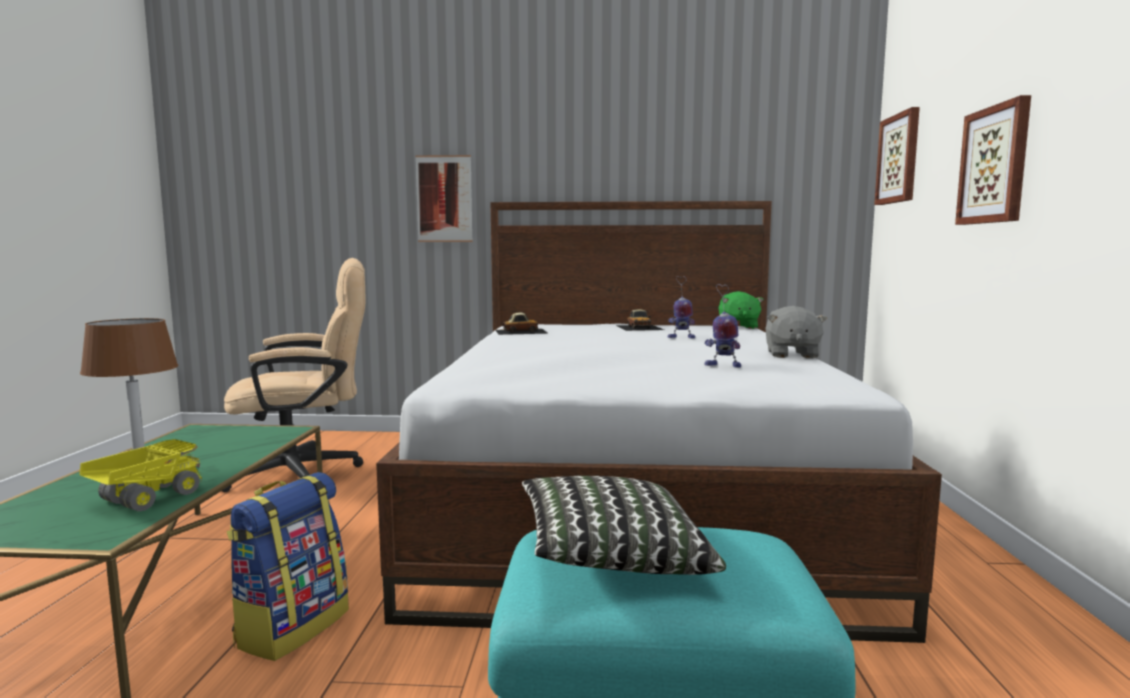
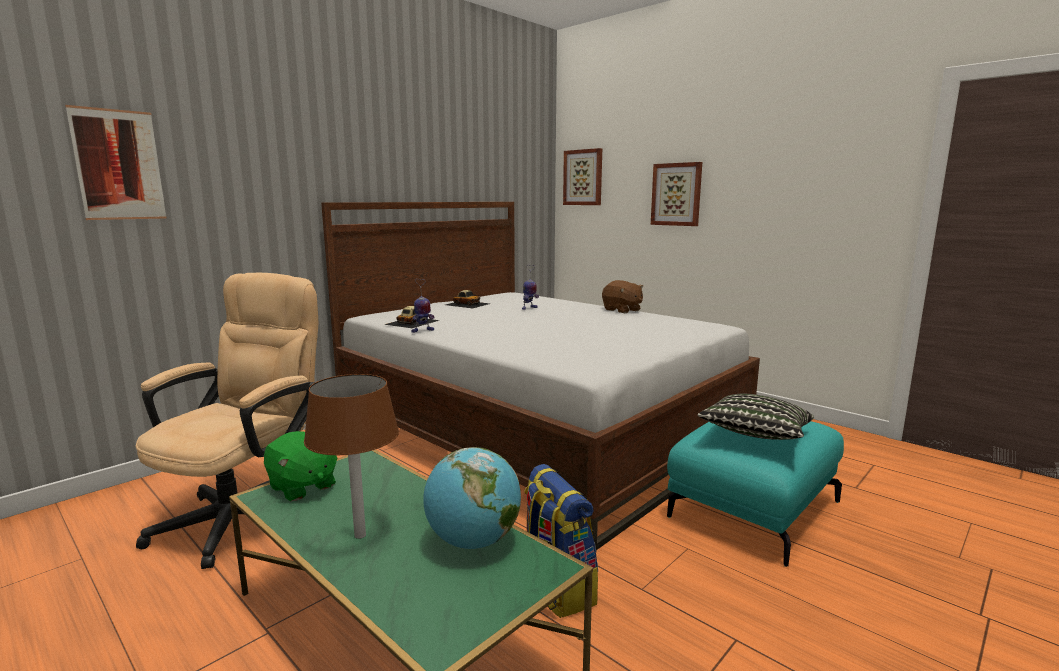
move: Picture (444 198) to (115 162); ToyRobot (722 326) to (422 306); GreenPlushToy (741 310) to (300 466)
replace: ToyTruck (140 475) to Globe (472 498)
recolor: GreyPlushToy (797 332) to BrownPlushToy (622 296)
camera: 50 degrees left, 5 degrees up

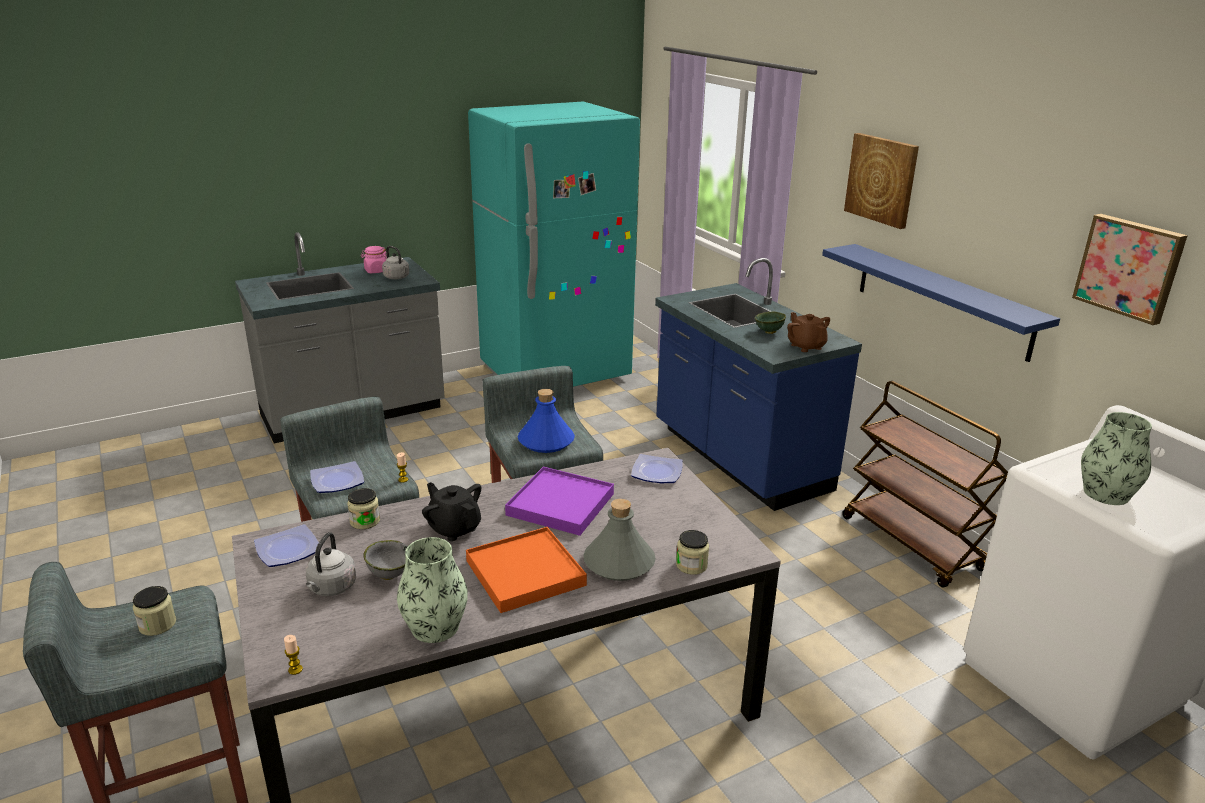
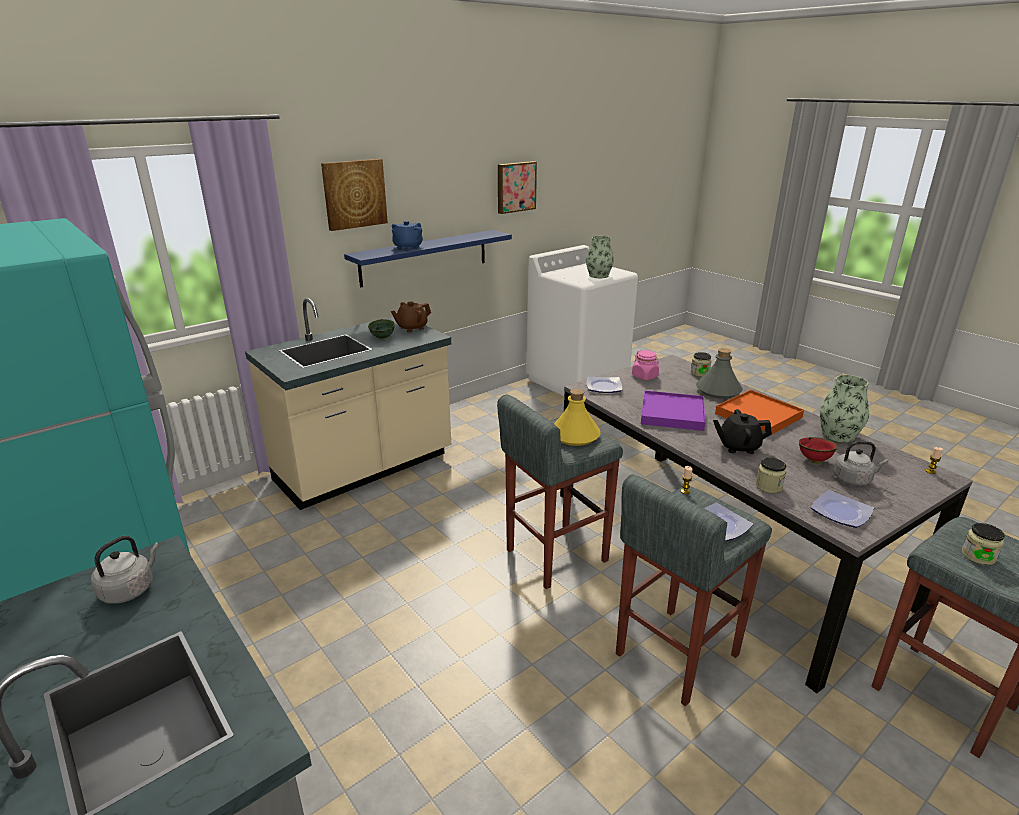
delete: BrownCart (925 484)
insert: BlueTeapot (407 235)
move: PinkJar (374 259) to (645 365)
recolor: GreyBowl (386 560) to RedBowl (818 450); BlueBottle (546 421) to YellowBottle (577 417); BlueCounter (758 384) to BeigeCounter (348 404)
rotate: BlackTeapot (451 511) = (742 431) 60 degrees clockwise
camera: 100 degrees left, 0 degrees up

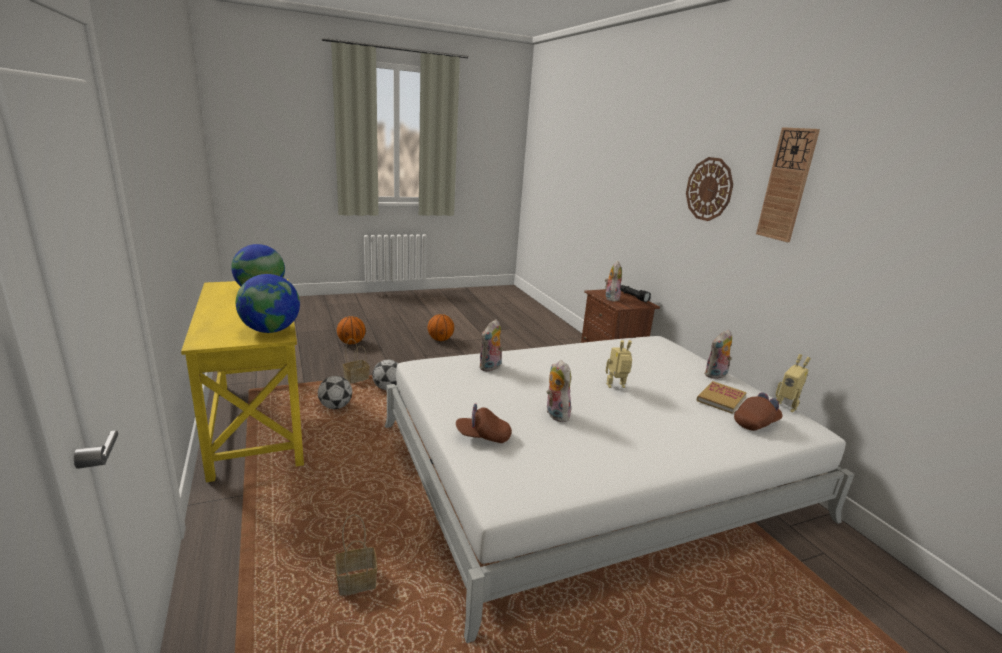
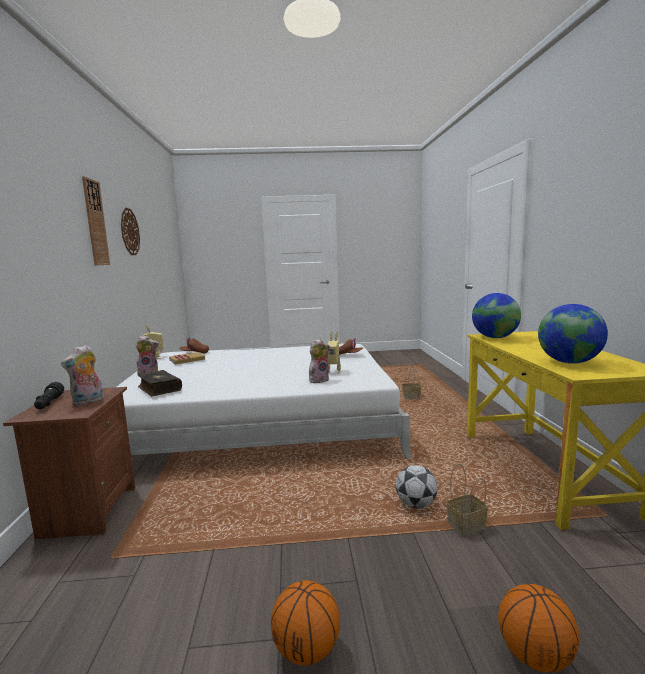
delete: Football (335 392); PlushToy (558 391)
insert: Book (160 383)
move: ToyRobot (619 364) to (334 352); WallClock (709 189) to (130 231)
camera: 160 degrees left, 10 degrees down

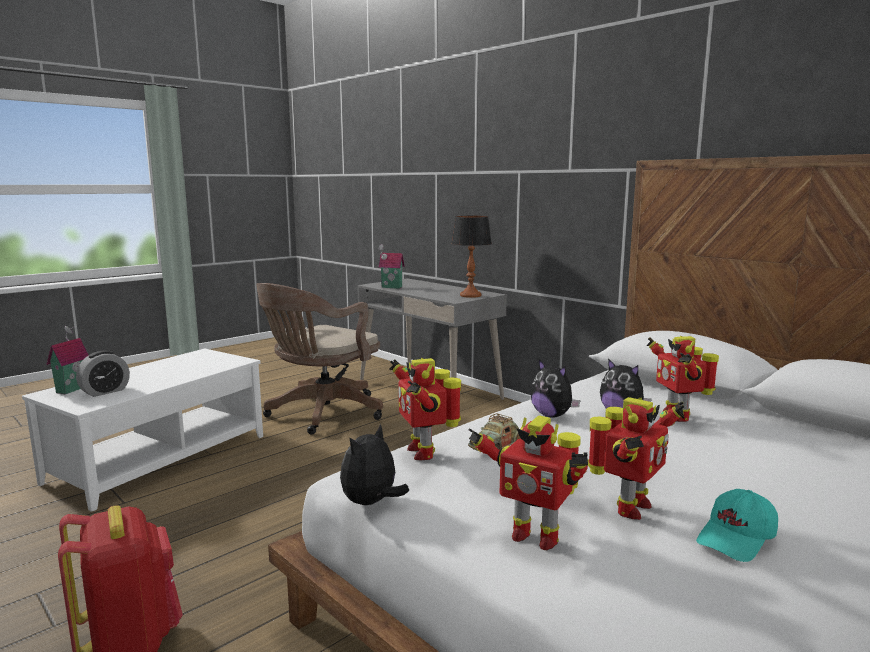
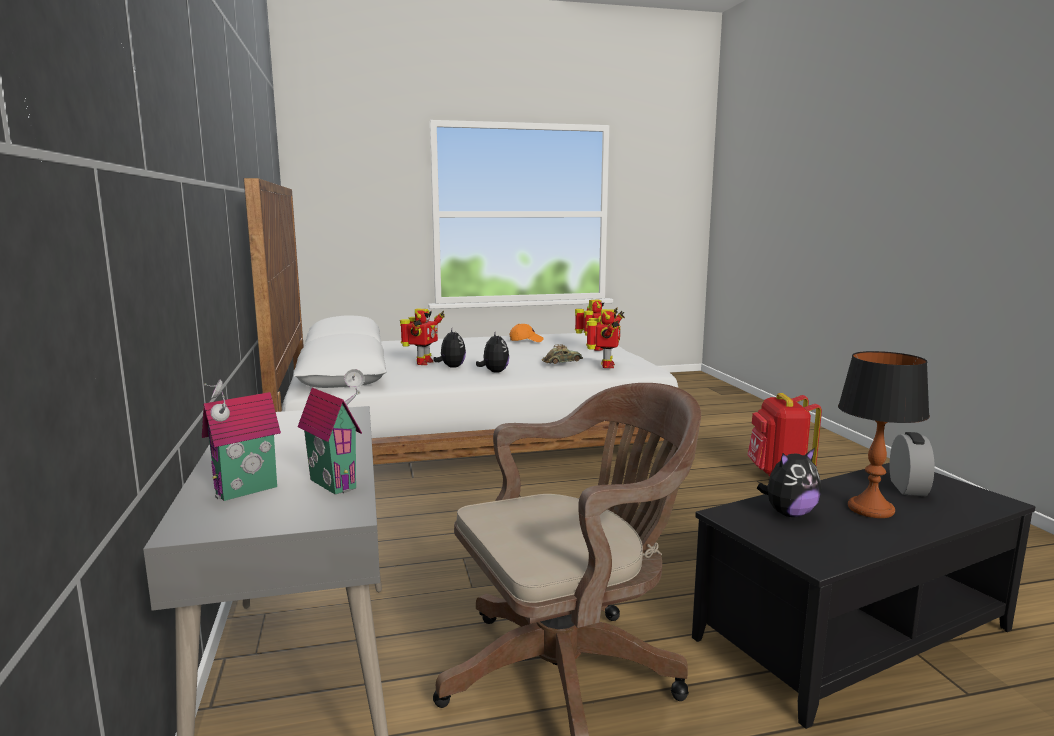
delete: ToyRobot (636 458)
move: ToyHouse (68 360) to (241 440); PlushToy (374 464) to (789 482); TableLamp (471 257) to (884 434)
recolor: WhiteCoffeeTable (142 430) to BlackCoffeeTable (863 596); TurquoiseCap (737 525) to OrangeCap (527 333)
rotate: AlarmClock (103 374) = (912 464) 120 degrees clockwise
camera: 150 degrees left, 0 degrees up

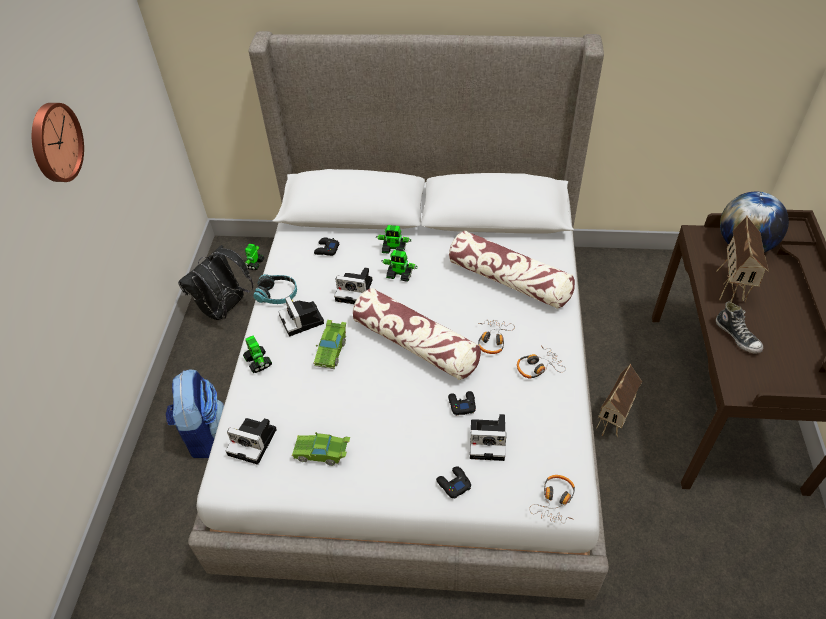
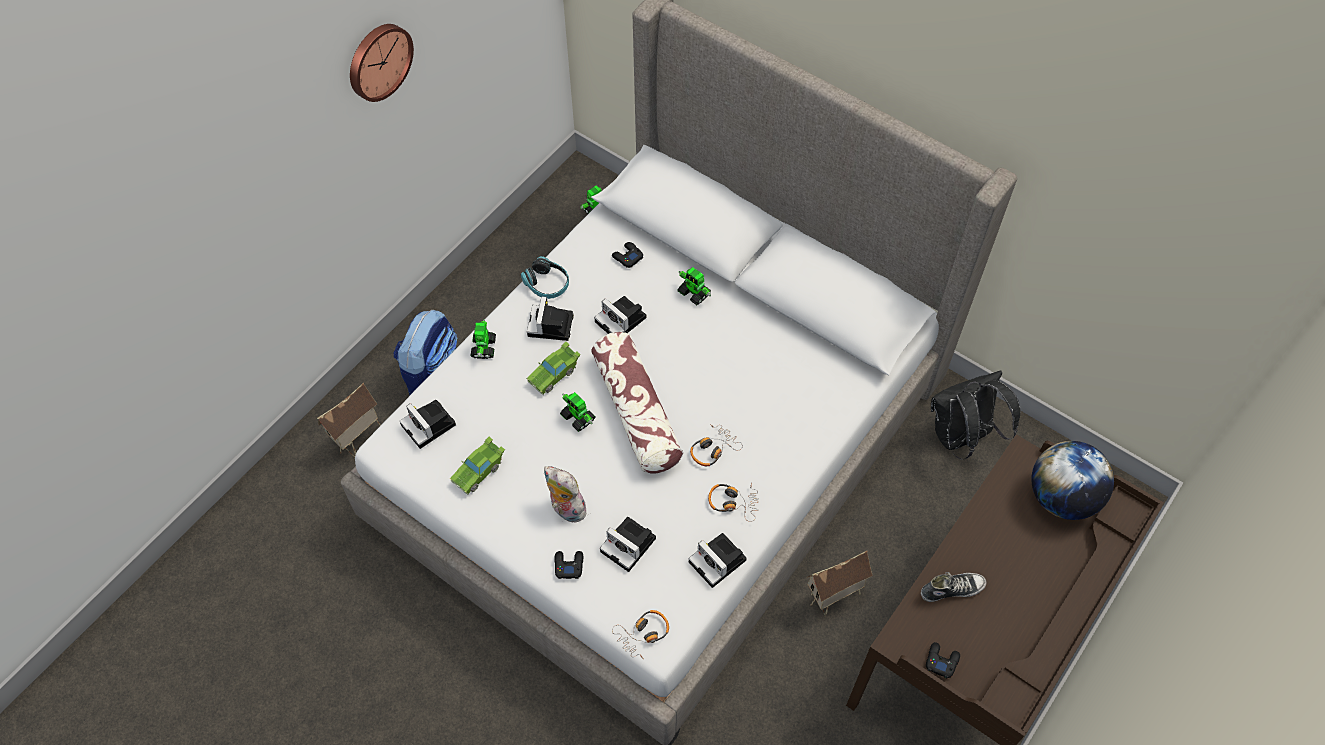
delete: Pillow (512 270)
insert: PlushToy (565 494); PhotoCamera (718 560)
move: BlackBackpack (215 282) to (975 414); ToyRobot (399 266) to (577 412); BlackGameController (462 403) to (943 660); ToyHouse (742 259) to (349 420)
rotate: GreenToyCar (321 449) = (477 466) 90 degrees counterclockwise; Shoe (739 327) = (954 587) 105 degrees counterclockwise
camera: 30 degrees right, 10 degrees up

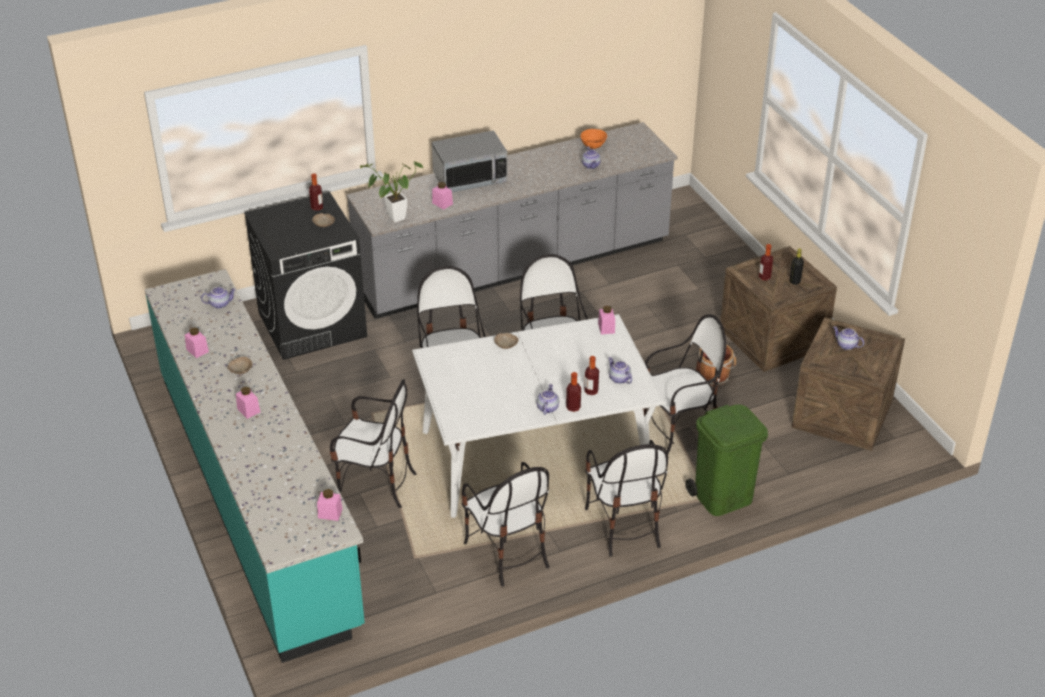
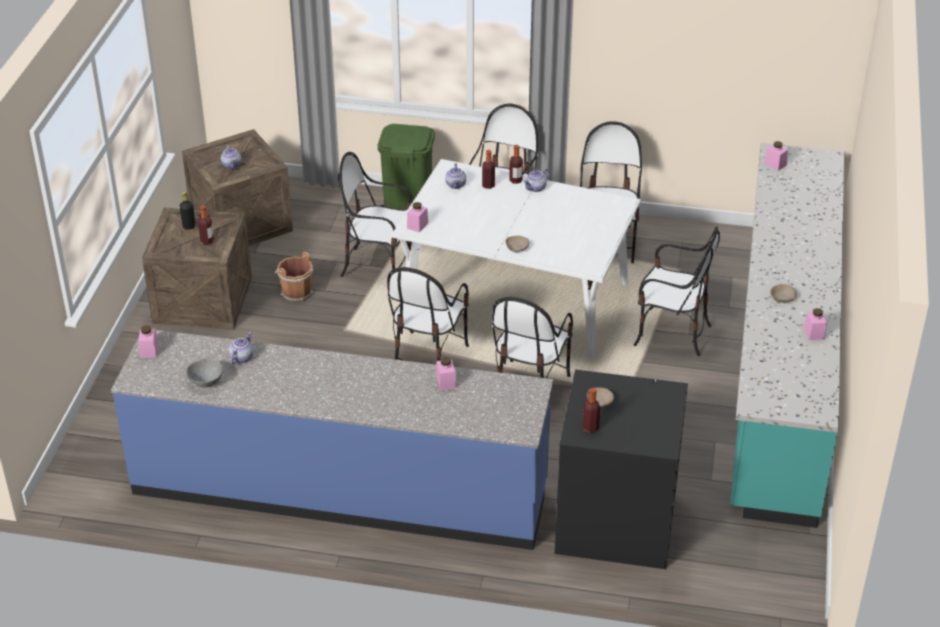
delete: Teapot (218 298); PottedPlant (392 192); Microwave (470 161)
move: PinkJar (248 403) to (148 341)
recolor: GreyCounter (512 220) to BlueCounter (332 440); OrangeBowl (593 139) to GreyBowl (204 373)
rotate: Chair (373 443) = (677 291) 150 degrees clockwise
camera: 145 degrees left, 0 degrees up

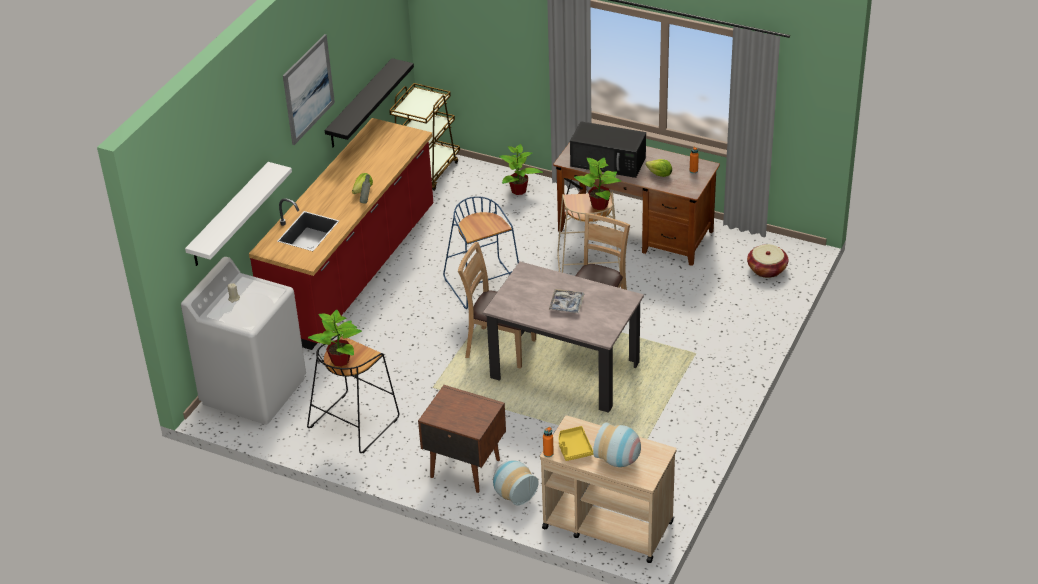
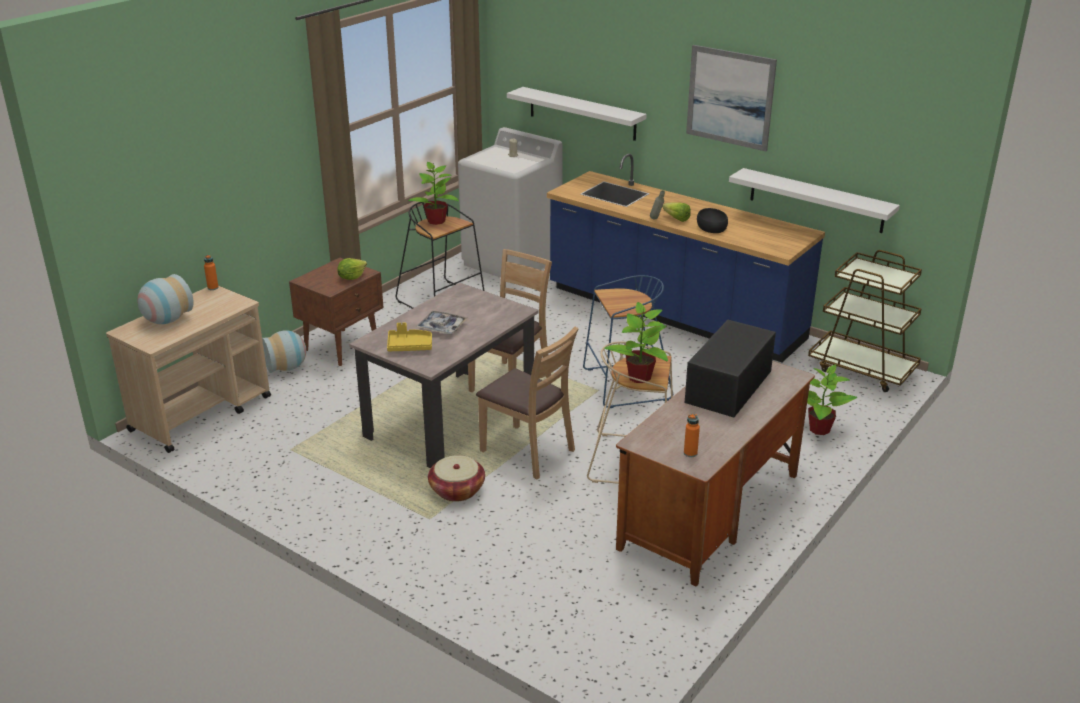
insert: BlackBowl (712 220)
move: YellowTray (576 443) to (409 337); Lettuce (659 168) to (352 269); Basket (767 261) to (456 478)
recolor: RedCounter (341 234) to BlueCounter (686 258); BlackShelf (369 102) to WhiteShelf (814 200)
camera: 100 degrees right, 10 degrees down

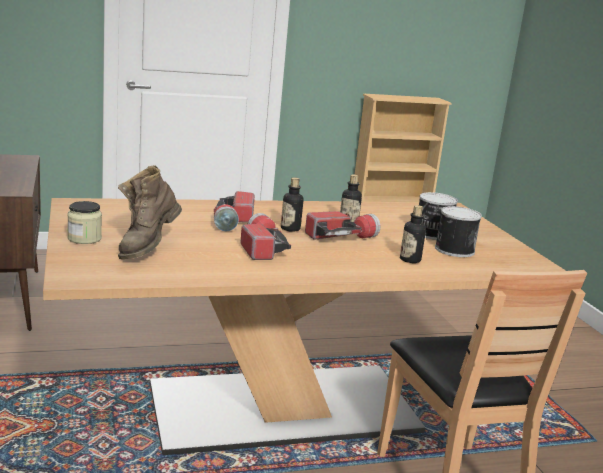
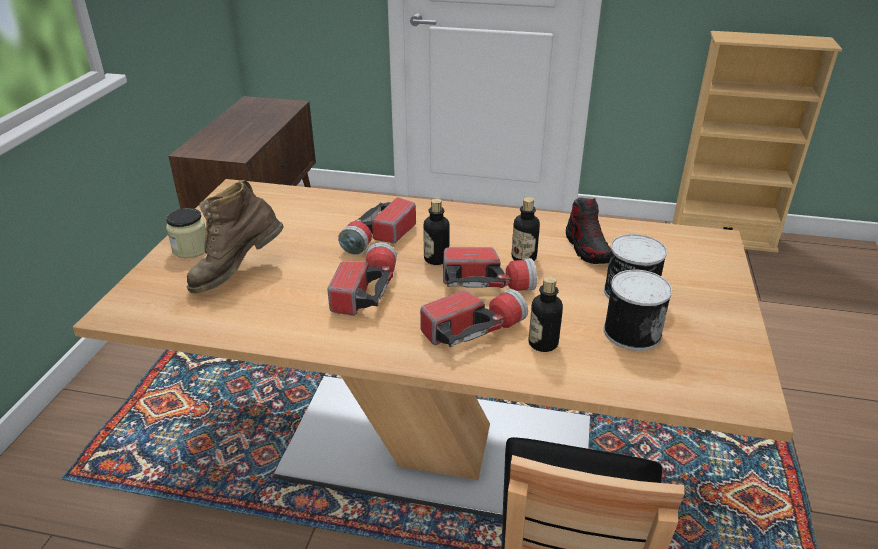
insert: Flashlight (474 318); Shoe (588 230)
camera: 30 degrees right, 15 degrees up

